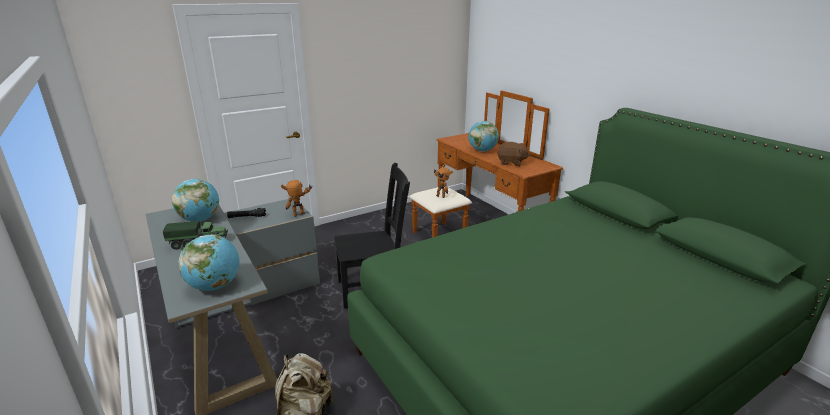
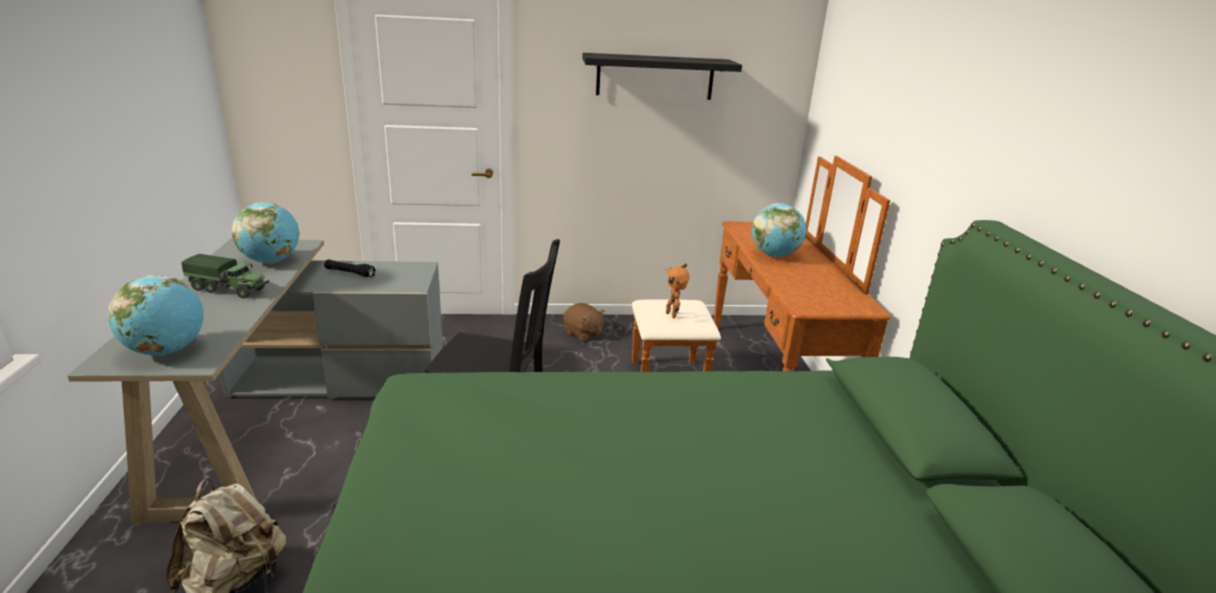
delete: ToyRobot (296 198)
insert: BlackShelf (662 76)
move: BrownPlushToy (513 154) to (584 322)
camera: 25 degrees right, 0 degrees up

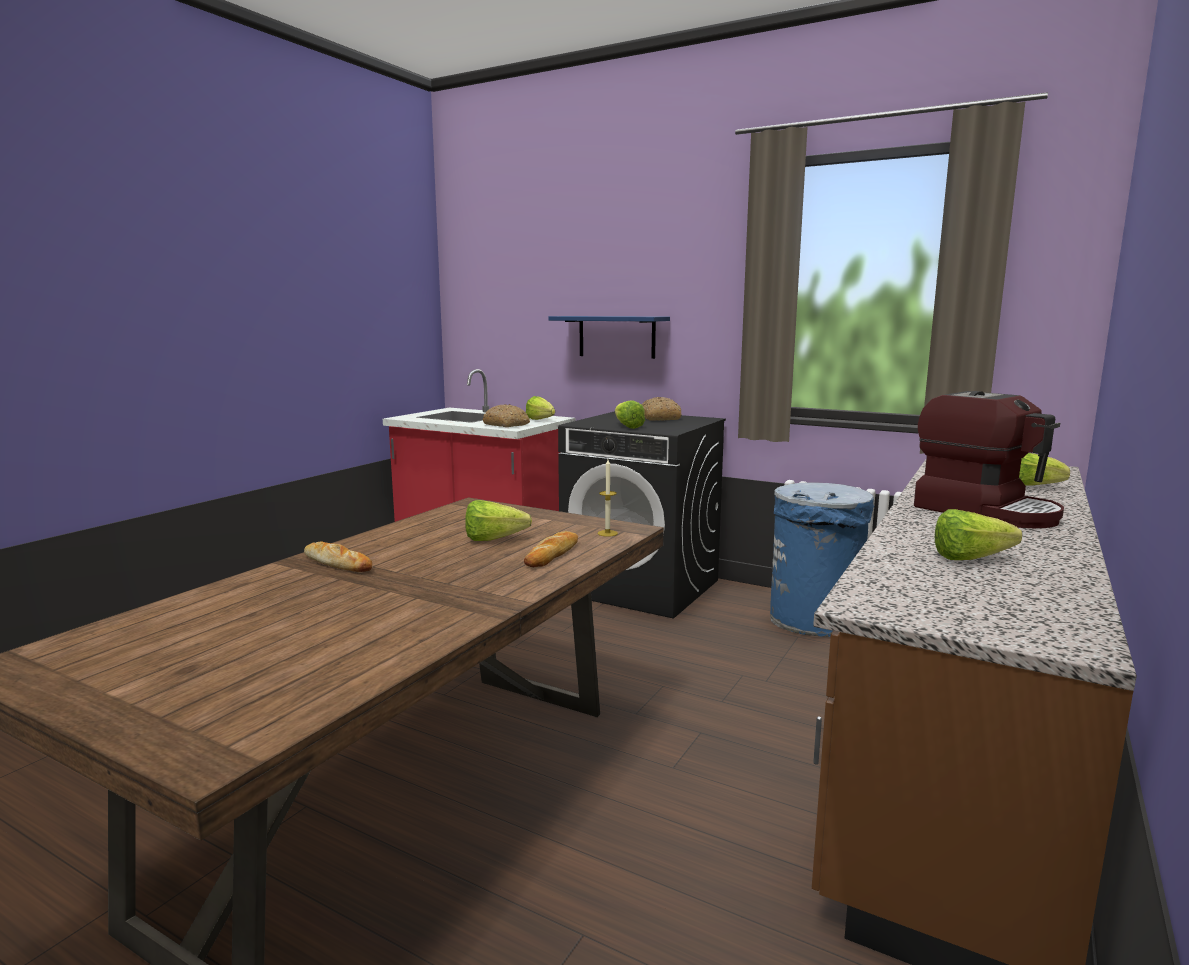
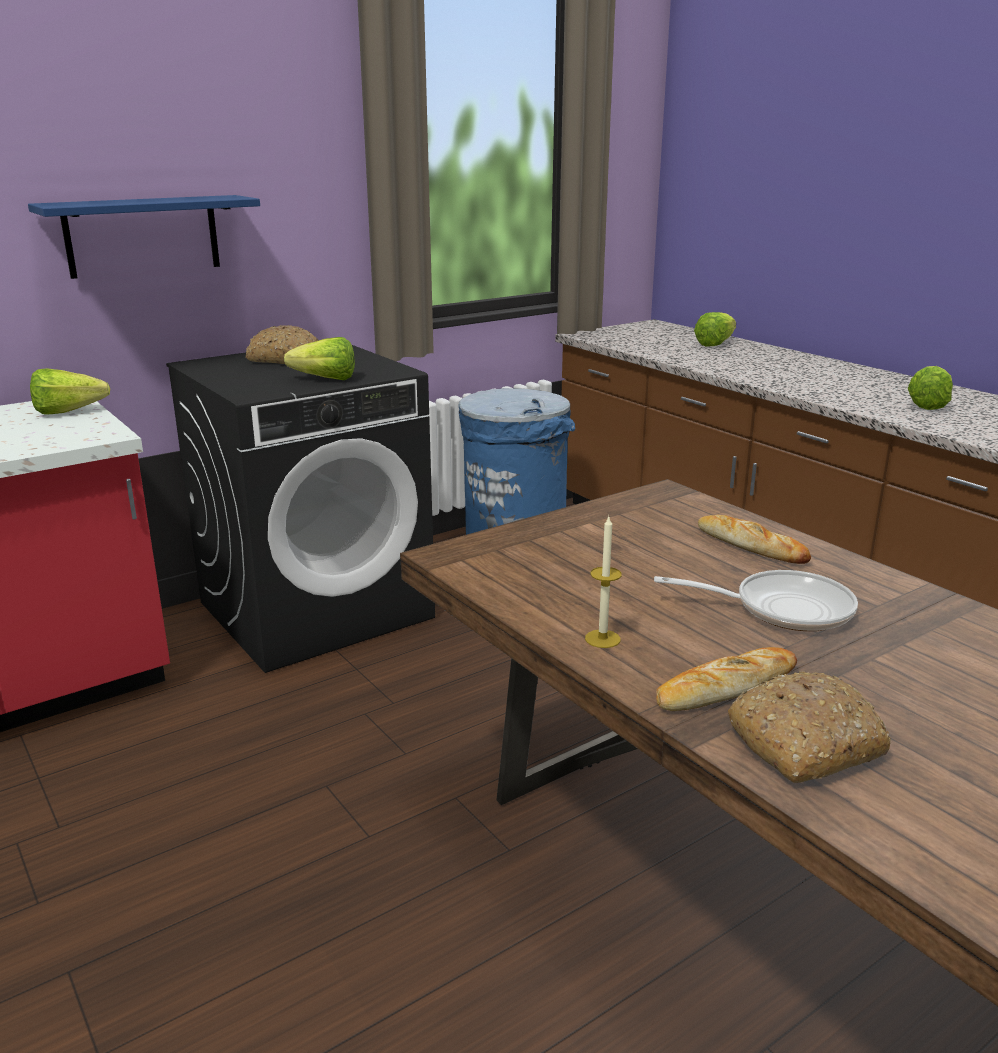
delete: Lettuce (498 520); CoffeeMachine (989 459)
insert: FryingPan (756 600)
move: Bread (506 415) to (809 727); Candle (608 498) to (603 582)
camera: 65 degrees left, 10 degrees up

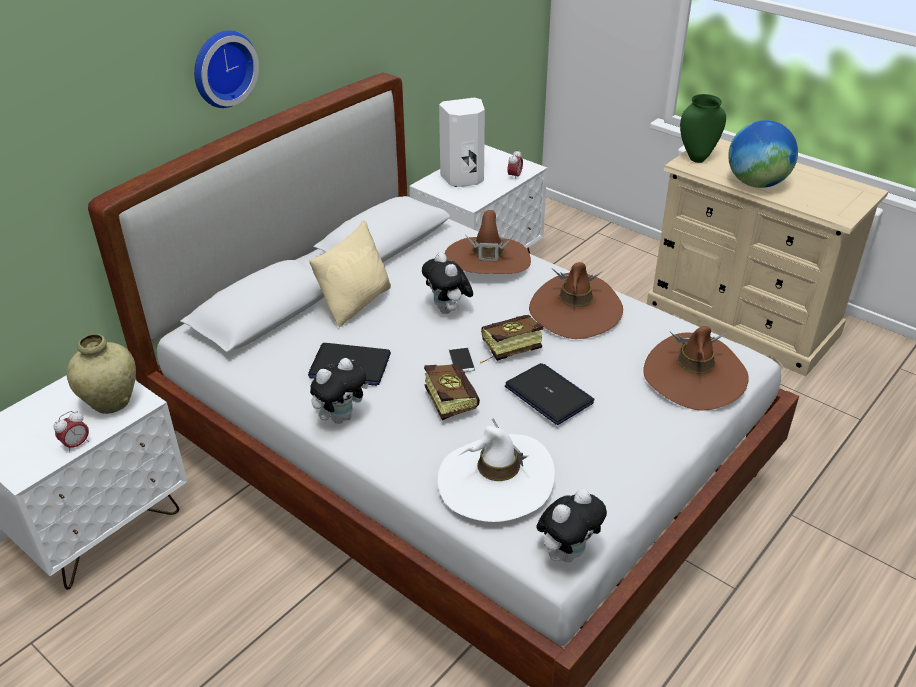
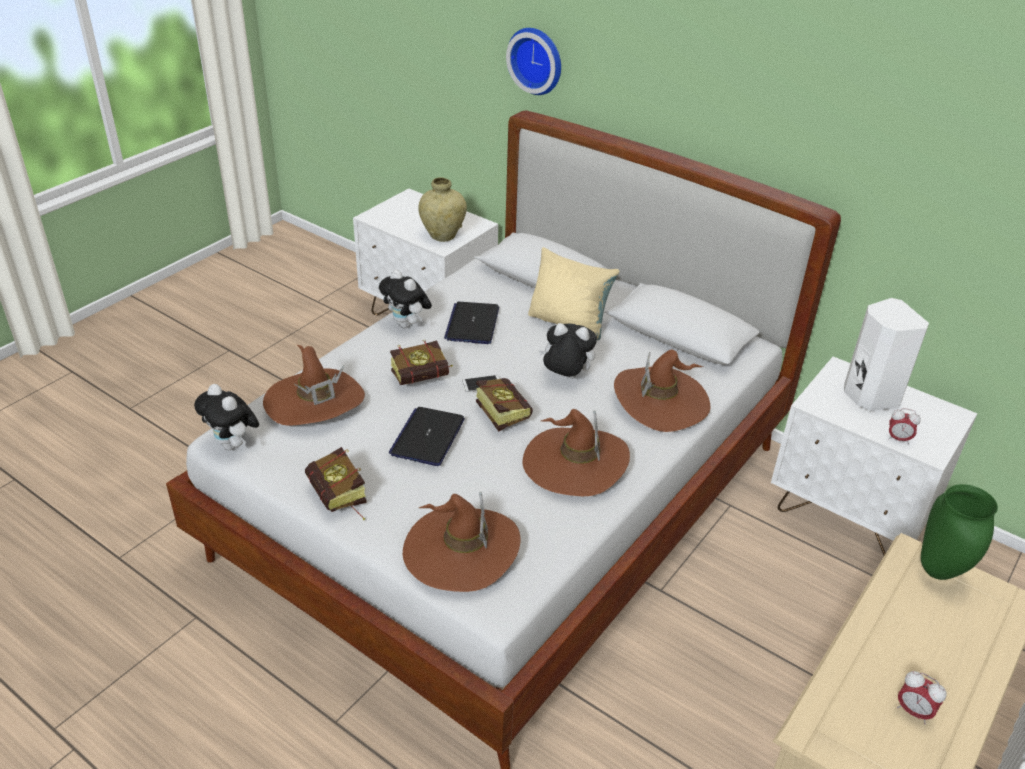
delete: Globe (763 154)
insert: Book (335 483)
move: AlarmClock (71 432) to (922 697); WallClock (226 69) to (533 61)
recolor: WhiteHat (496 470) to BrownHat (314 385)
rotate: PlushToy (447 283) = (568 350) 45 degrees clockwise; Laptop (550 394) = (427 436) 150 degrees clockwise
camera: 85 degrees right, 0 degrees up

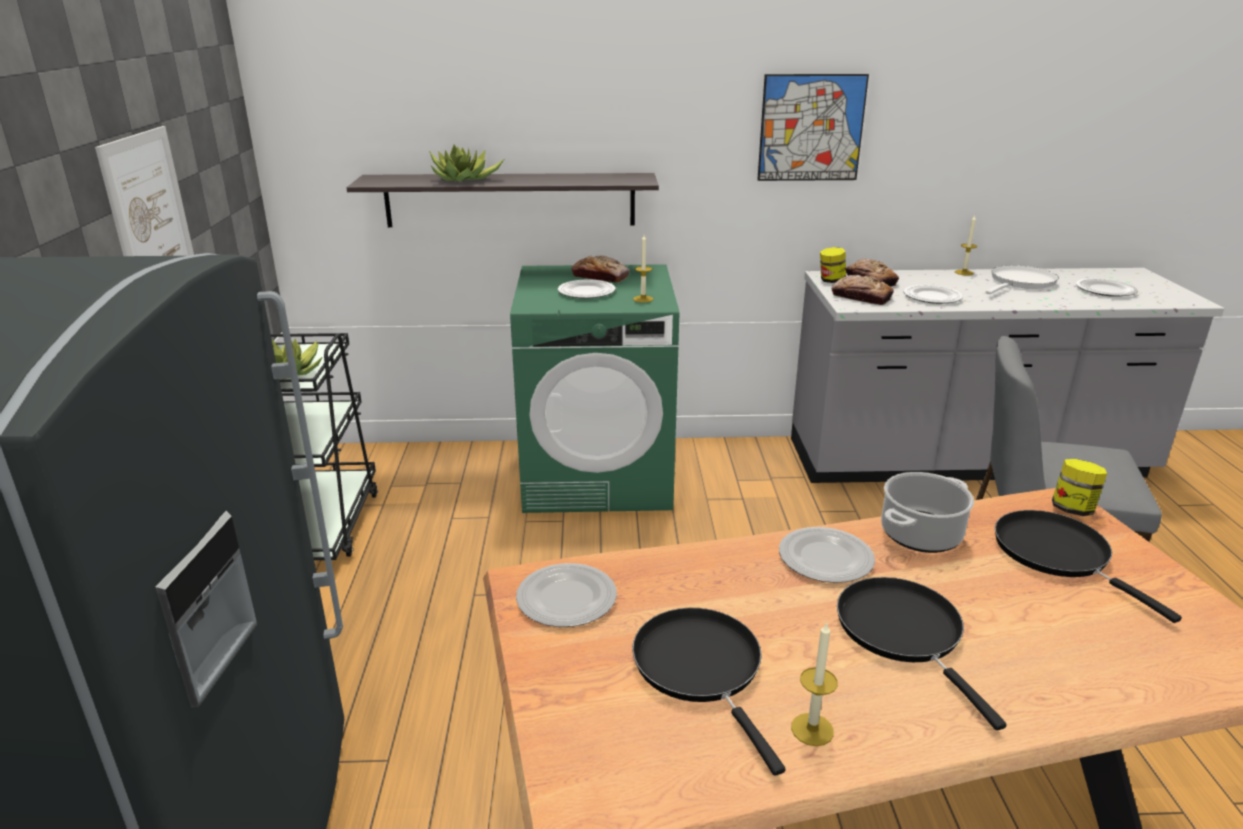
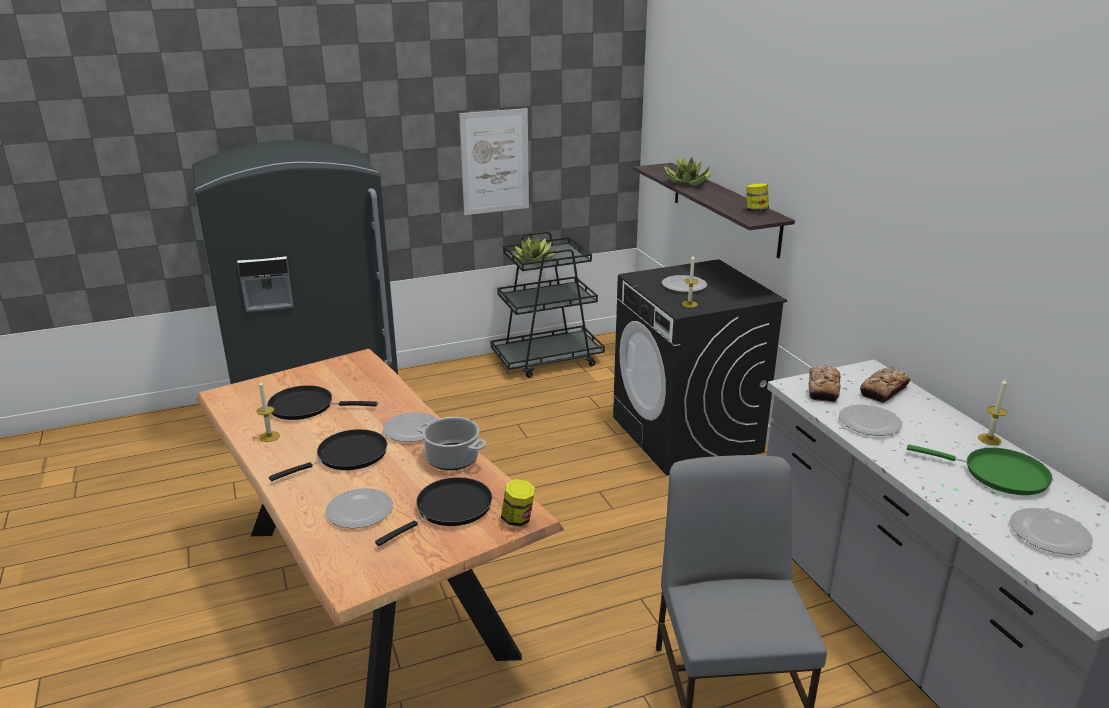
delete: Bread (600 269); Picture (813 127)
move: Plate (566 595) to (359 508); Jar (833 265) to (757 197)
recolor: GreenWashingMachine (594 388) to BlackWashingMachine (700 367); WhiteFryingPan (1022 279) to GreenFryingPan (980 470)
rotate: BlackFryingPan (708 692) = (322 402) 135 degrees counterclockwise
camera: 70 degrees right, 0 degrees up

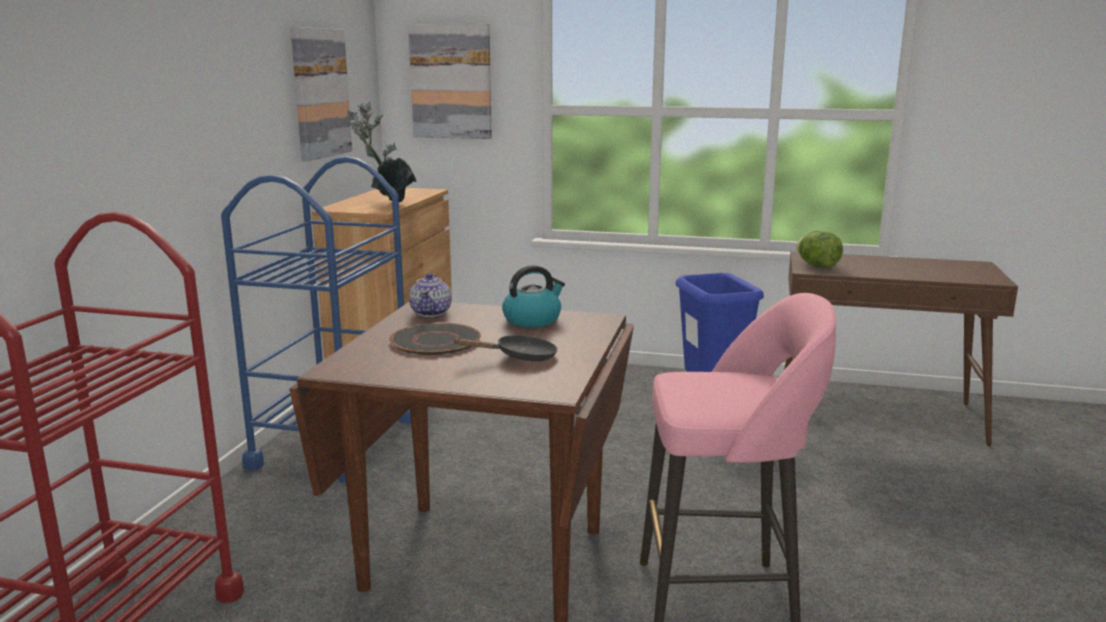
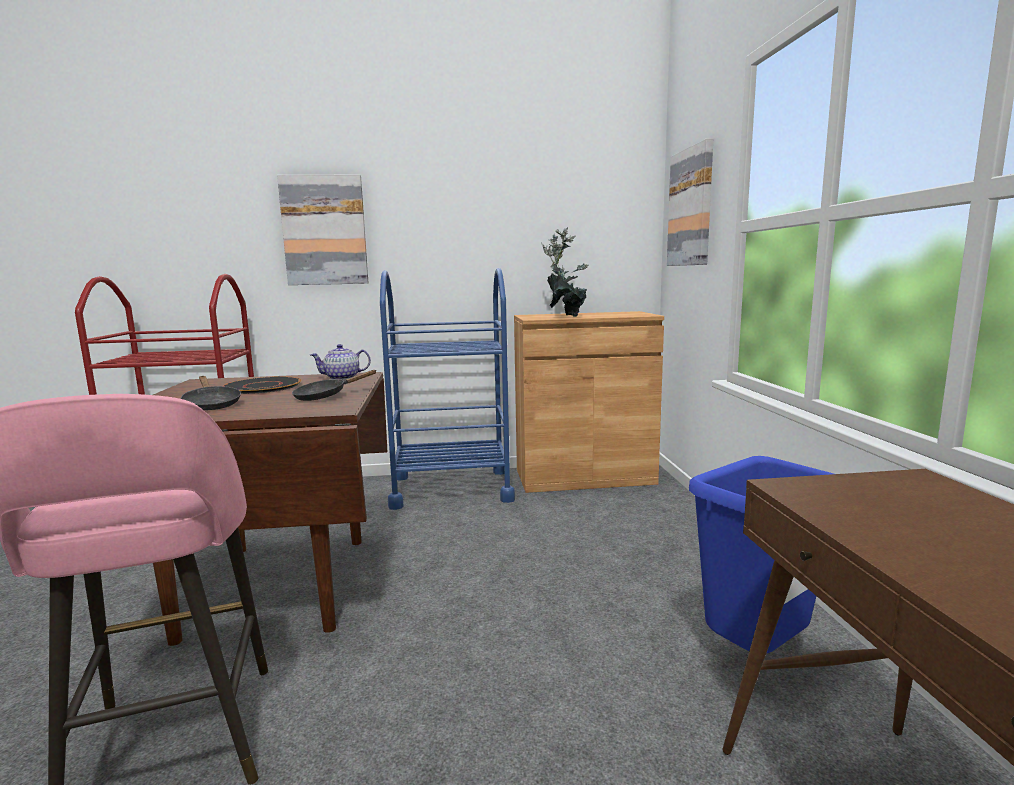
delete: Lettuce (820 249)
move: Picture (321 94) to (322 230)
replace: Kettle (533 296) to BlackFryingPan (334 385)
camera: 70 degrees right, 5 degrees down

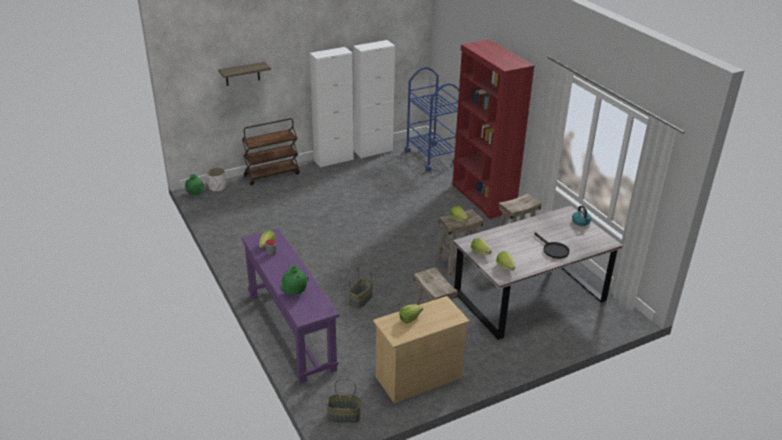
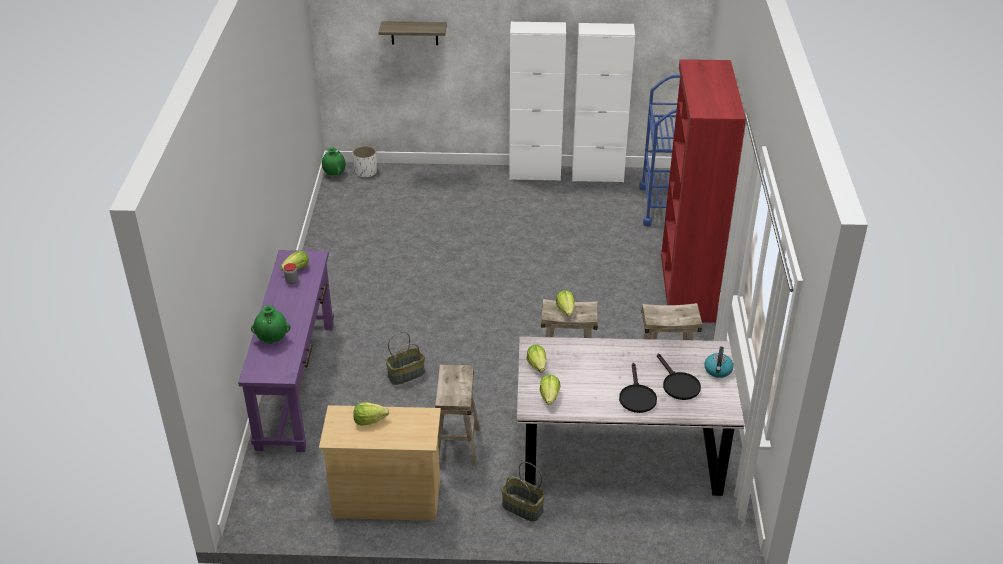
delete: BrownCart (271 151)
insert: BlackFryingPan (679 377)
move: Basket (343 400) to (523 492)
camera: 30 degrees right, 5 degrees up

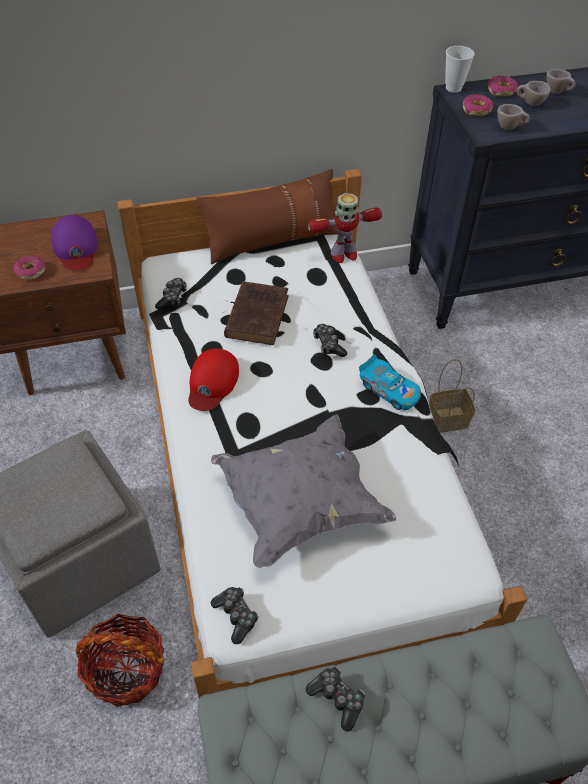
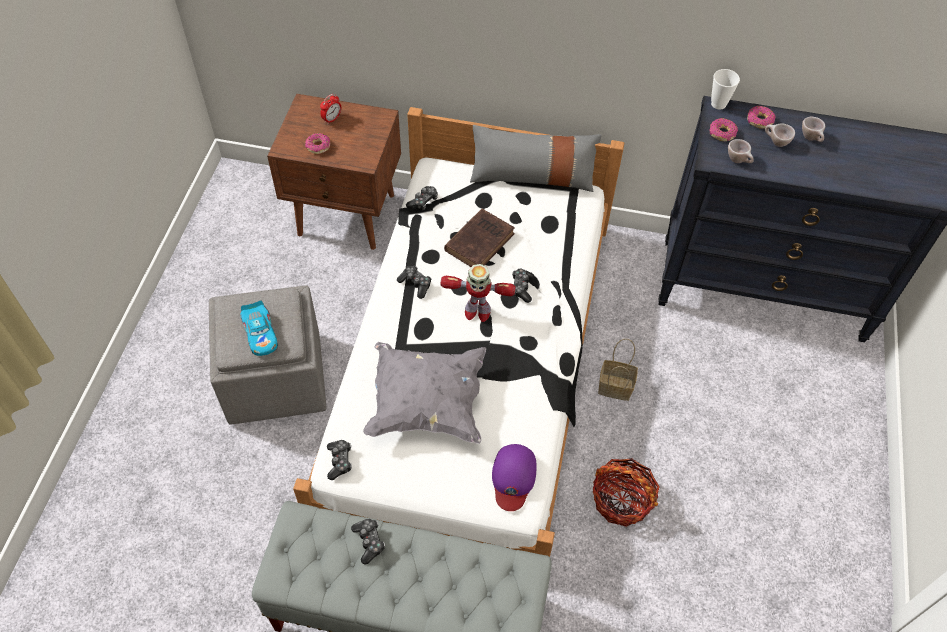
insert: AlarmClock (330 109)
move: PurpleCap (74 242) to (514 477); Basket (120 660) to (626 492); ToyRobot (345 228) to (478 293); ToyCar (390 382) to (259 328)
replace: RedCap (213 380) to GameController (414 282)
recolor: BrownPillow (267 216) to GreyPillow (536 158)
camera: 25 degrees right, 5 degrees up

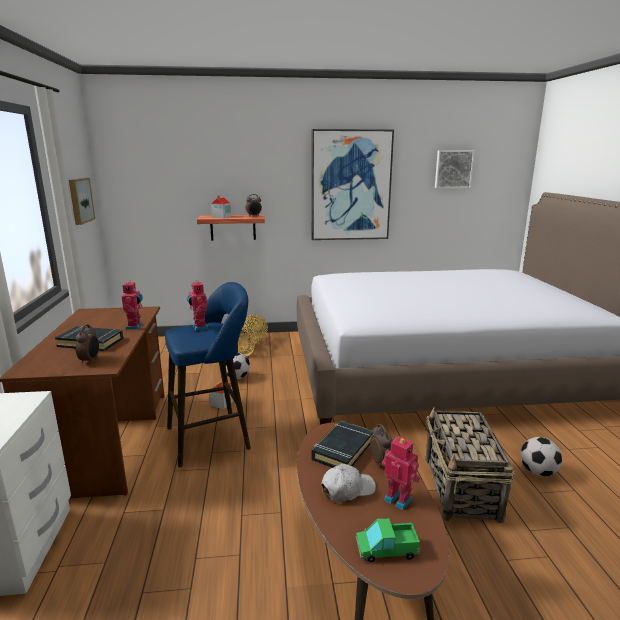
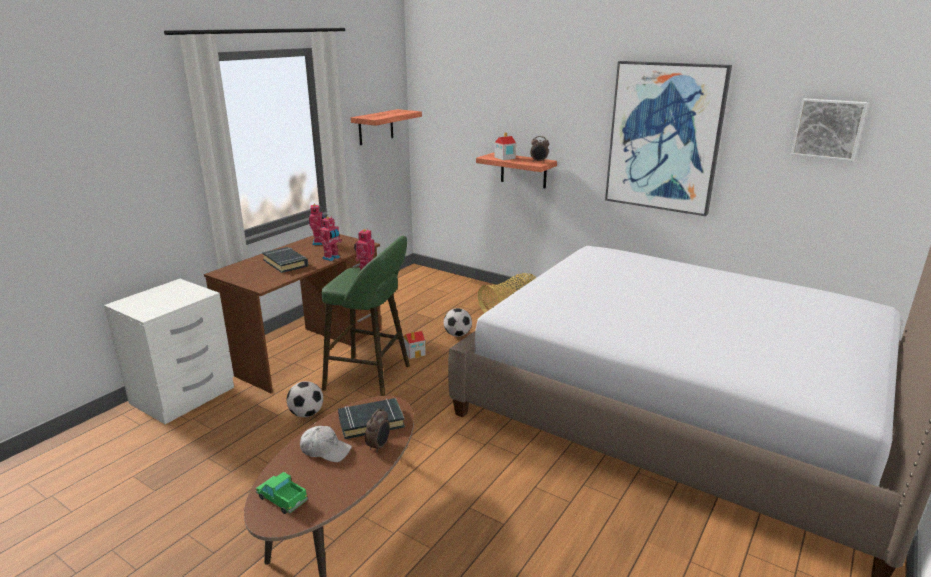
delete: AlarmClock (87 344); Basket (470 464)
move: ToyRobot (401 473) to (317 224); Football (541 457) to (305 399)
replace: Picture (82 201) to Shelf (386 127)
recolor: BlueStool (208 374) to GreenStool (366 316)
camera: 40 degrees right, 5 degrees up

